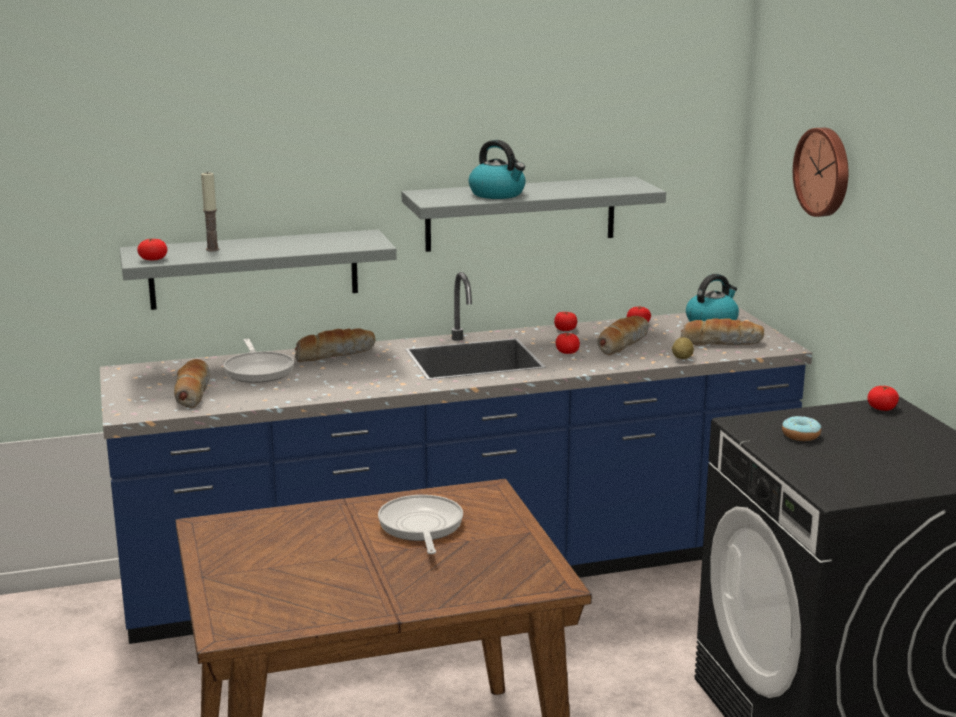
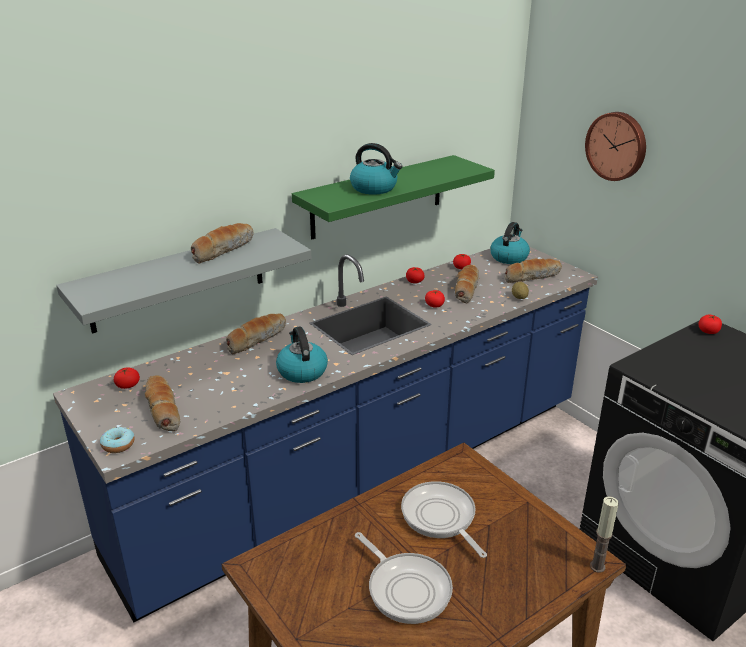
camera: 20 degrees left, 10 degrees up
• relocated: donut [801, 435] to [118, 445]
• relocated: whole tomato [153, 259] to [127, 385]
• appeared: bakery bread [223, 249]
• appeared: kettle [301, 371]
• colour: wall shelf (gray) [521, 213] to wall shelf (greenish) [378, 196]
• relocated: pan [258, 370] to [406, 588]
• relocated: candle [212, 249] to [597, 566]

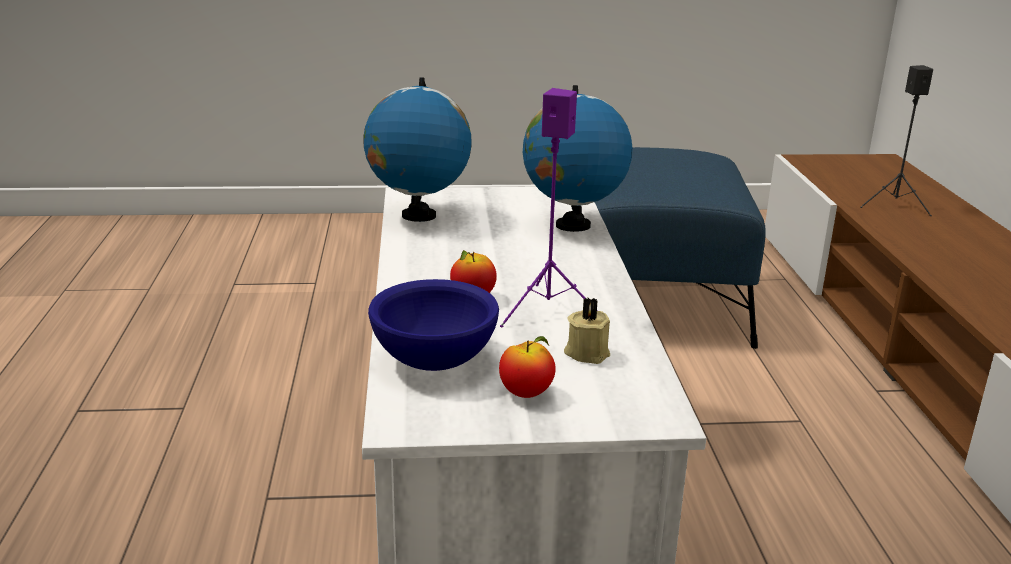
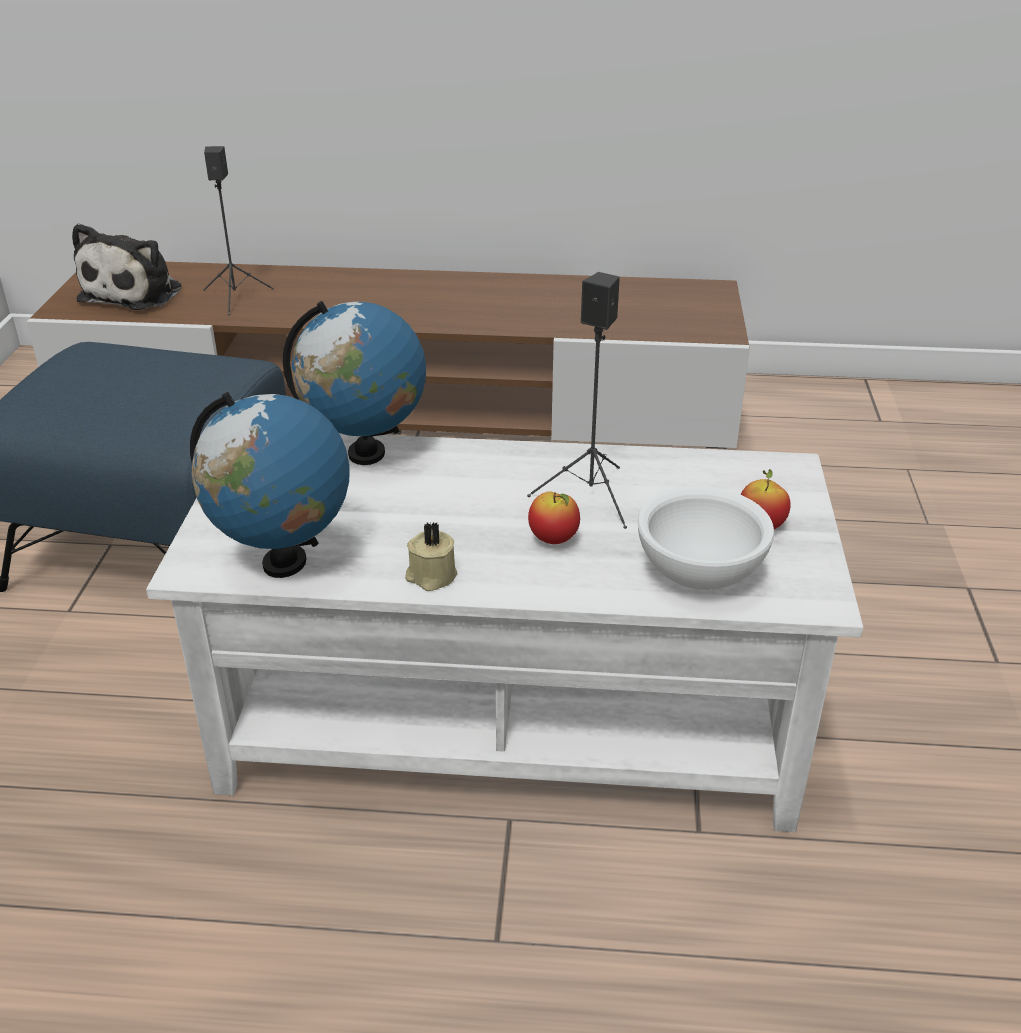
camera: 80 degrees left, 10 degrees up
• appeared: plush toy [135, 292]
• relocated: candle (sand-coloured) [587, 352] to [430, 576]
• colour: audio speaker (purple) [547, 311] to audio speaker (black) [591, 497]
• colour: serving bowl (blue-coloured) [433, 361] to serving bowl (white) [701, 575]

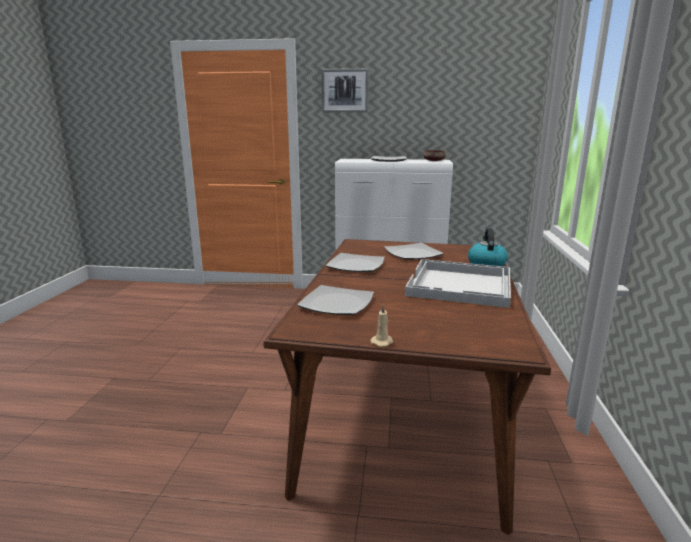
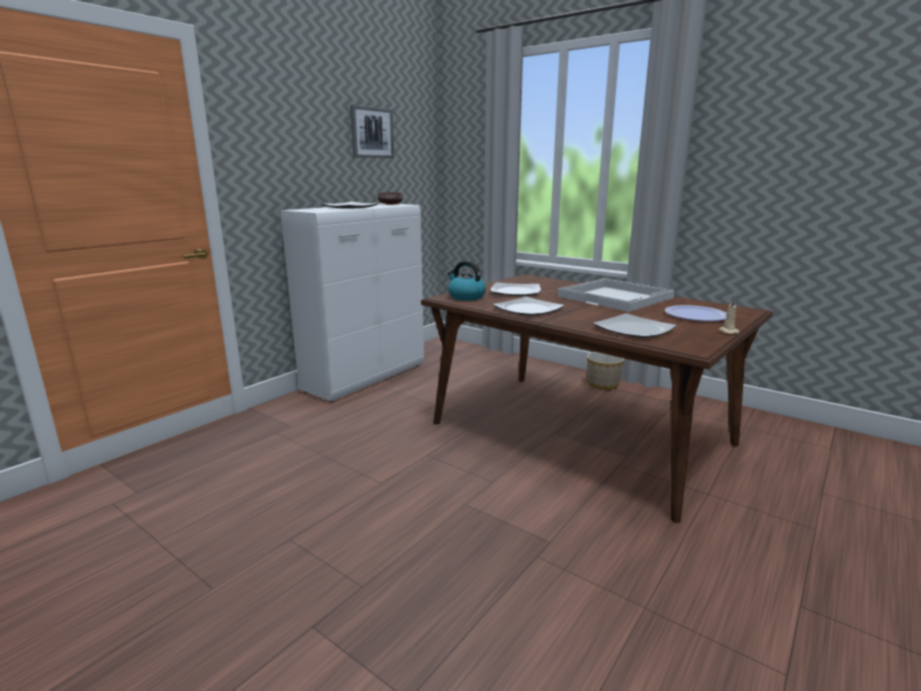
camera: 60 degrees left, 0 degrees up
• relocated: wall picture [345, 90] to [371, 133]
• relocated: kettle [486, 263] to [466, 297]
• appeared: planter [603, 384]
• appeared: plate [696, 315]

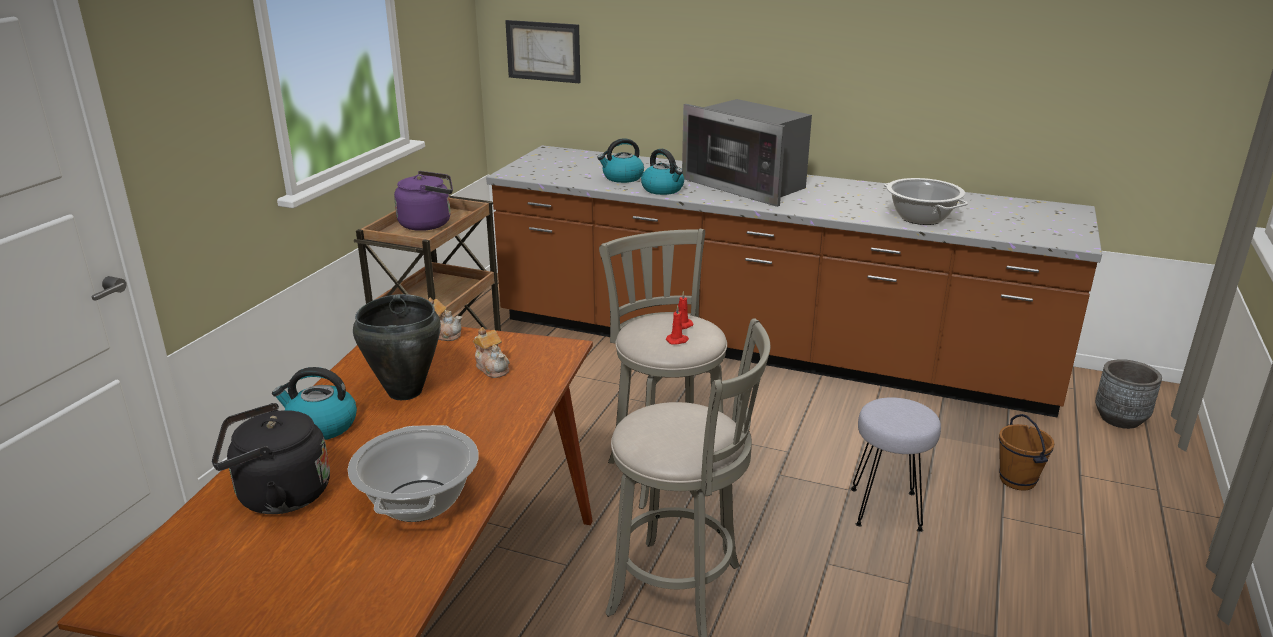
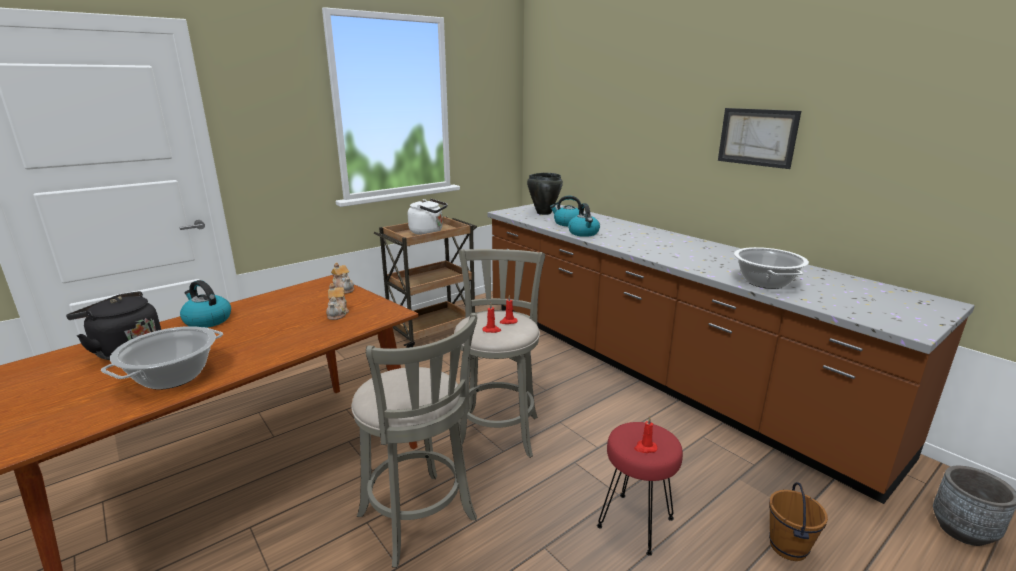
camera: 30 degrees right, 5 degrees down
• colour: kettle (purple) [429, 224] to kettle (white) [428, 232]
• relocated: cooking pot (black) [404, 392] to [543, 213]
• colour: stool seat (gray) [887, 509] to stool seat (reddish) [636, 523]
• appeared: candle (reddish) [645, 448]
• relocated: wall picture [543, 51] to [757, 137]
• missing: kitchen microwave [748, 185]

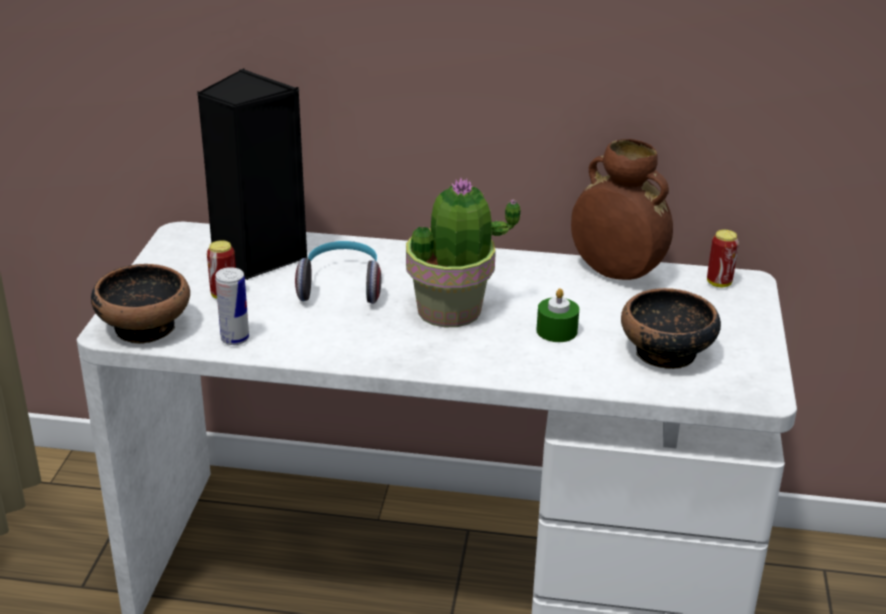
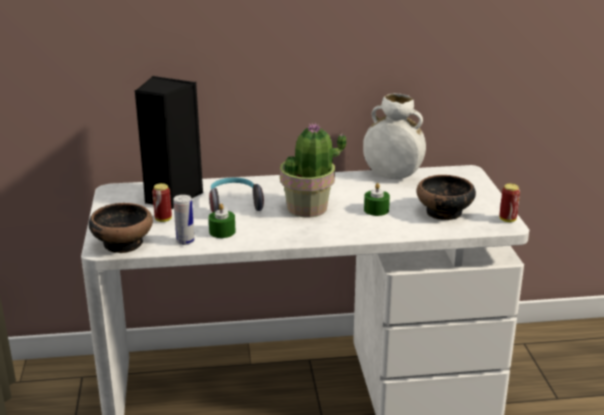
camera: 15 degrees left, 5 degrees down
• appeared: candle (greenish) [222, 231]
• colour: decorative vase (brownish) [615, 273] to decorative vase (white) [392, 176]
• relocated: metal can [719, 283] to [507, 219]

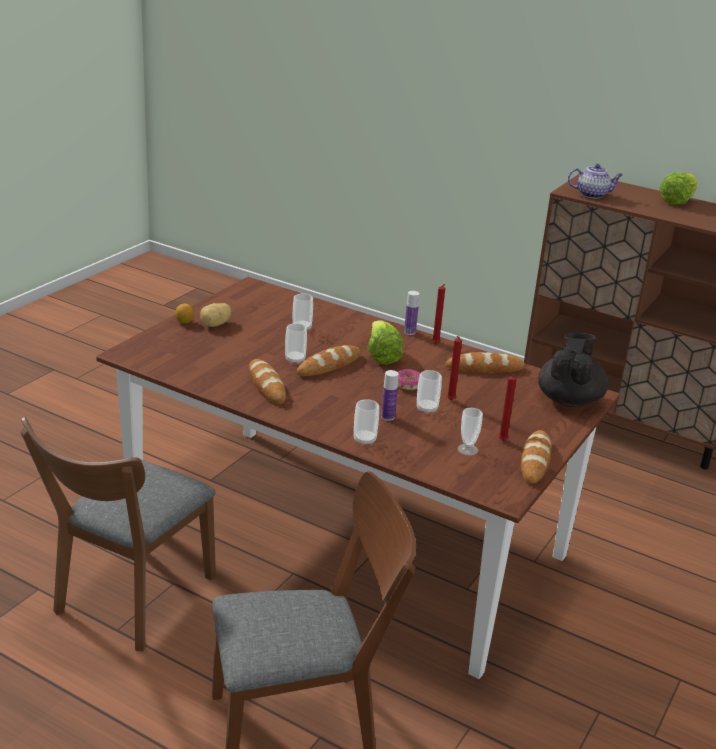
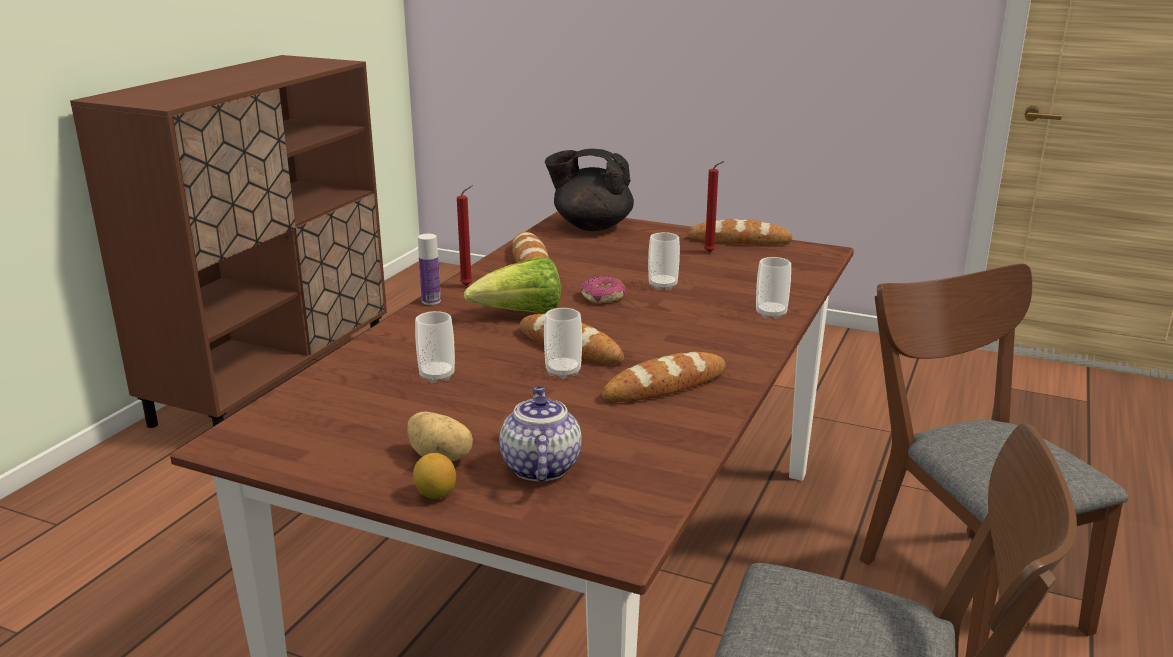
camera: 95 degrees left, 5 degrees down
• relocated: pot for tea [592, 195] to [540, 466]
• missing: bottle [387, 417]
• missing: candle (reddish) [450, 400]
• missing: cup [467, 449]
• missing: lettuce head [677, 201]

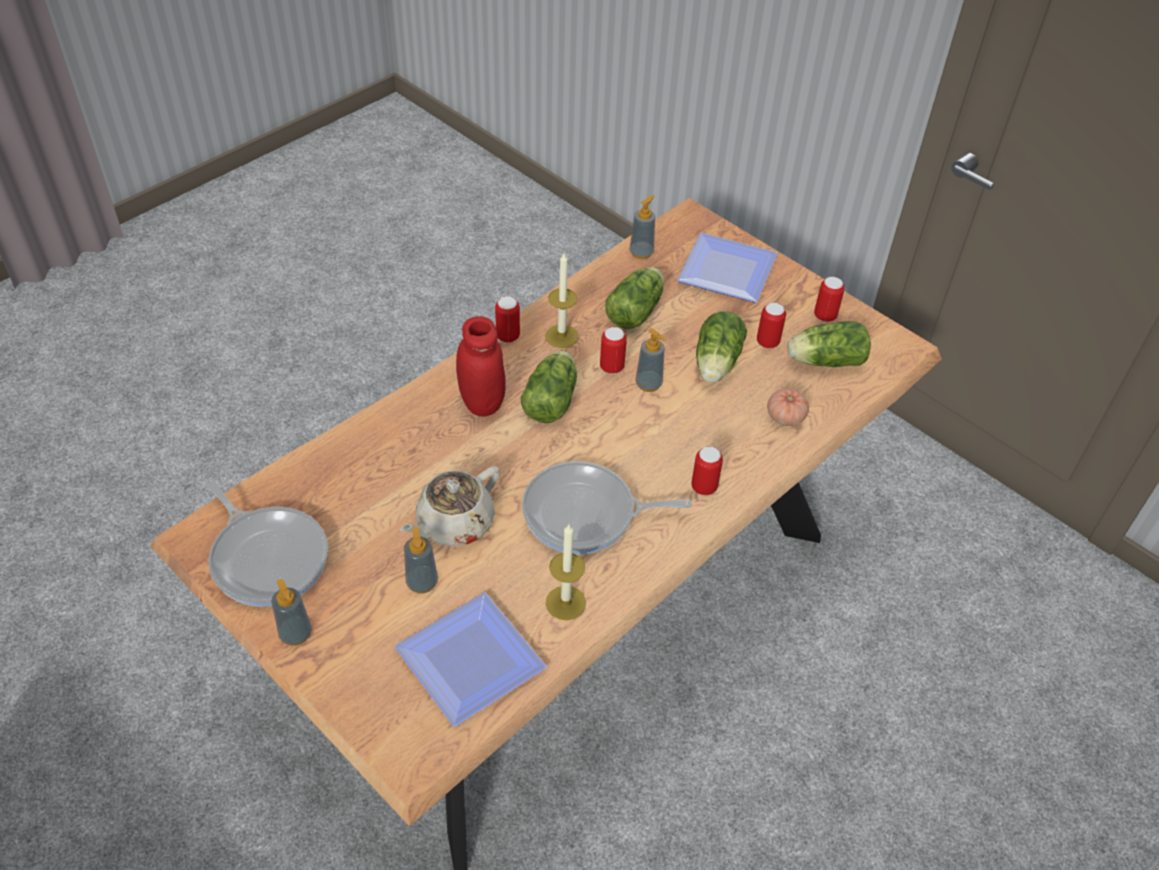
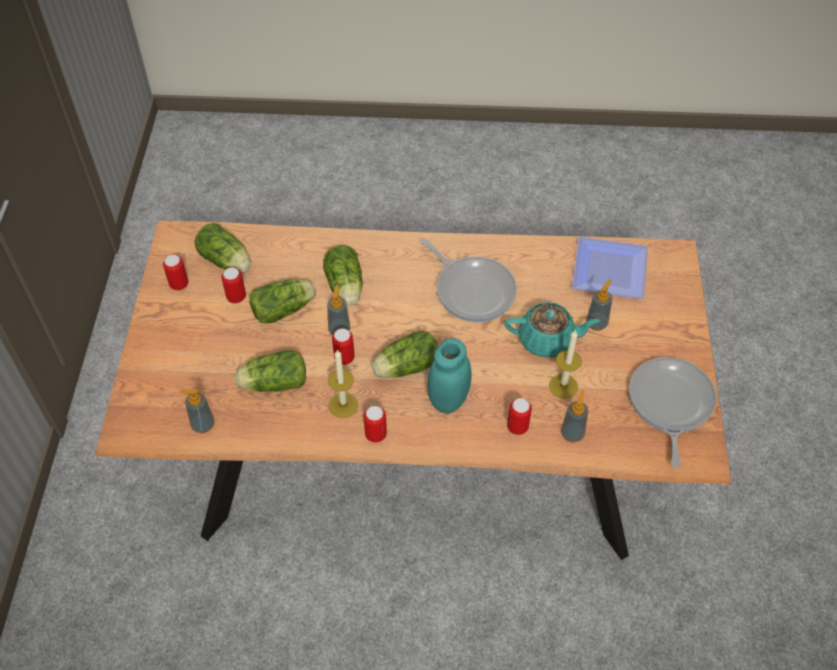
camera: 130 degrees left, 5 degrees up
• appeared: lettuce head [345, 288]
• colour: storage jar (reddish) [482, 402] to storage jar (turquoise-coloured) [448, 400]
• colour: pot for tea (sand-coloured) [454, 524] to pot for tea (turquoise-coloured) [547, 340]
• relocated: metal can [704, 487] to [517, 427]
• relocated: candle [565, 603] to [563, 386]
• relocated: soap bottle [296, 634] to [572, 433]
• missing: plate [725, 269]
• missing: whole tomato [785, 417]

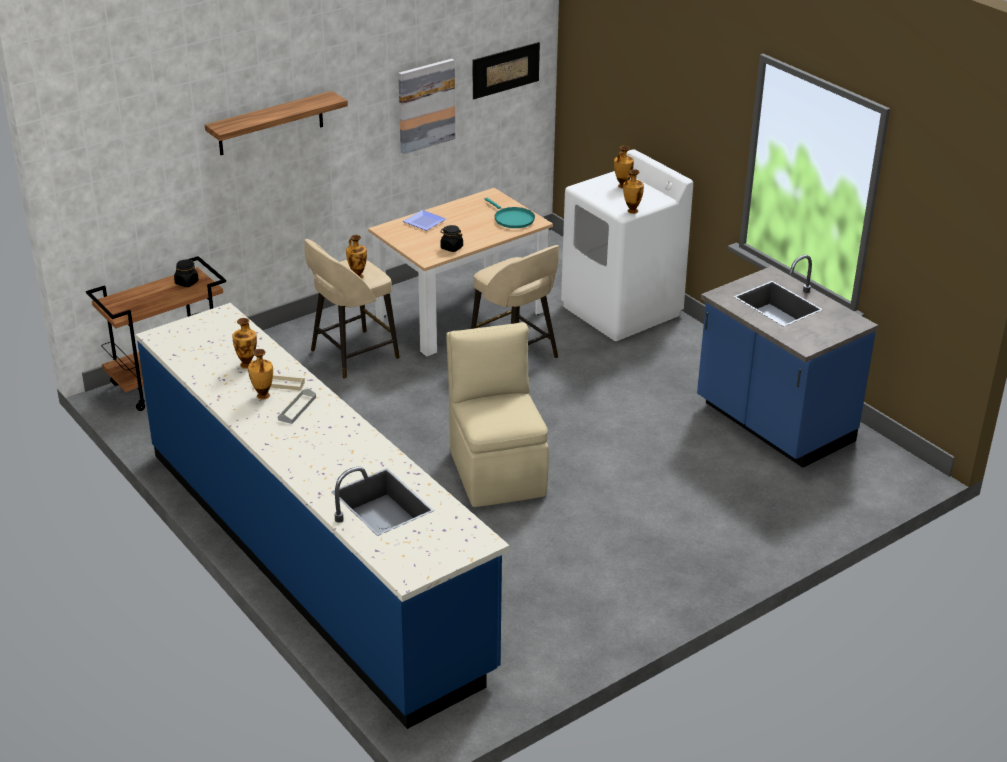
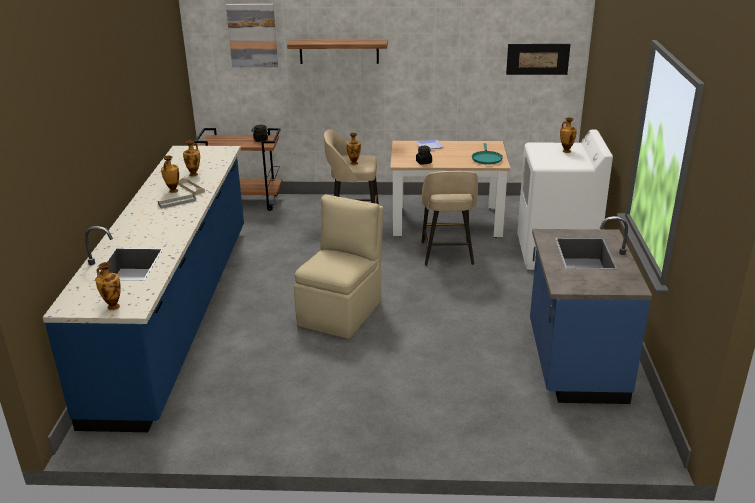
camera: 40 degrees right, 5 degrees down
• relocated: decorative vase [631, 211] to [113, 306]
• relocated: wall picture [426, 105] to [252, 35]

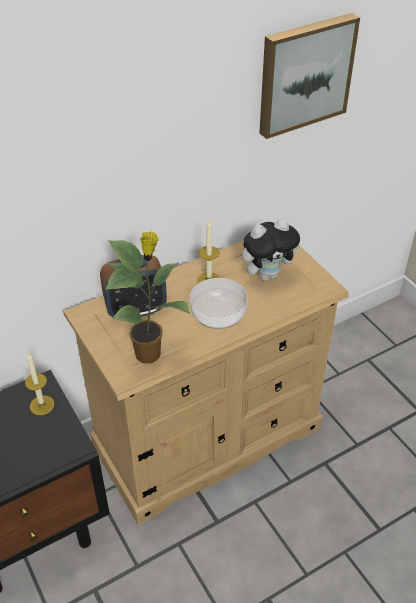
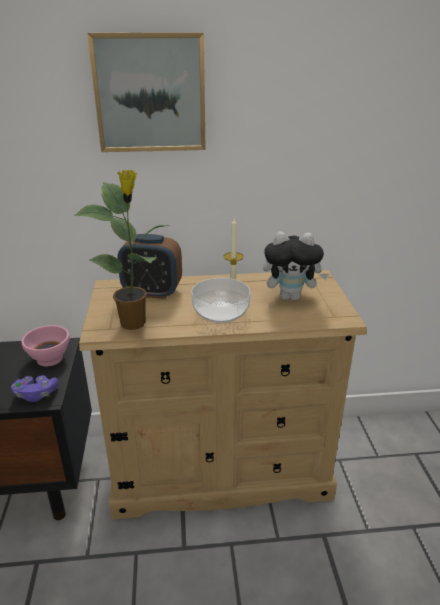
camera: 25 degrees right, 15 degrees down
• appeared: joypad (purple) [36, 395]
• exchanged: candle [42, 405] to serving bowl (pinkish) [50, 358]
• relocated: wall picture [304, 74] to [150, 93]

